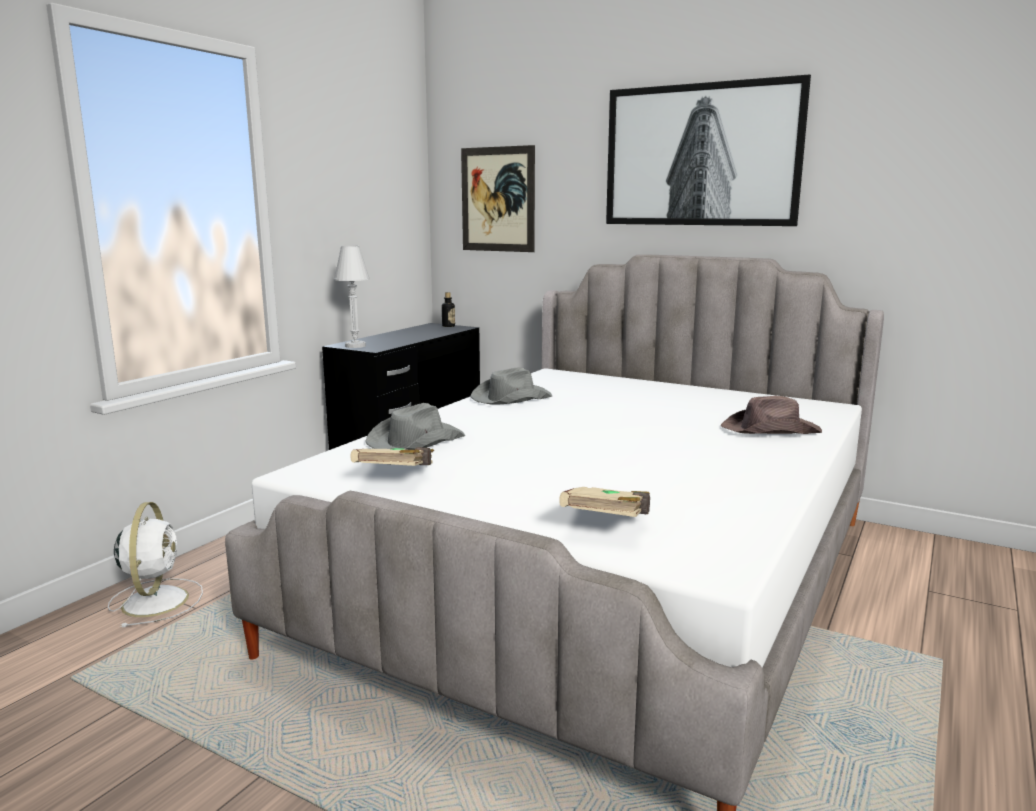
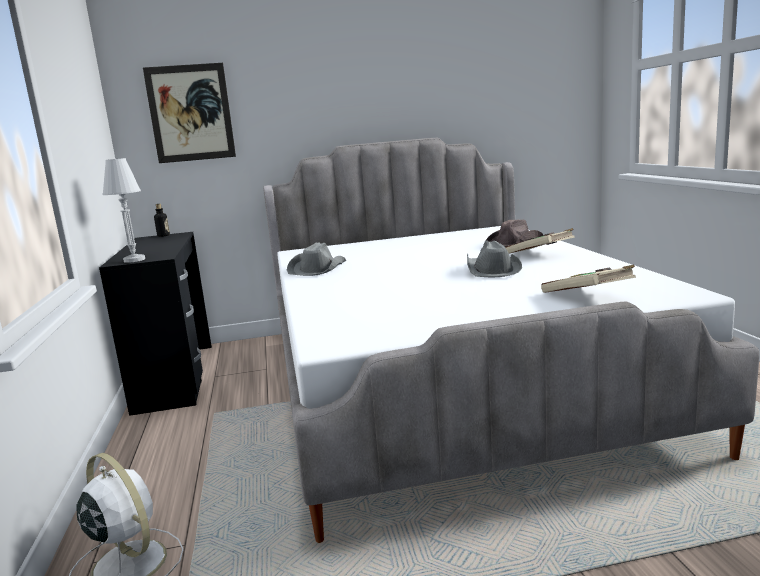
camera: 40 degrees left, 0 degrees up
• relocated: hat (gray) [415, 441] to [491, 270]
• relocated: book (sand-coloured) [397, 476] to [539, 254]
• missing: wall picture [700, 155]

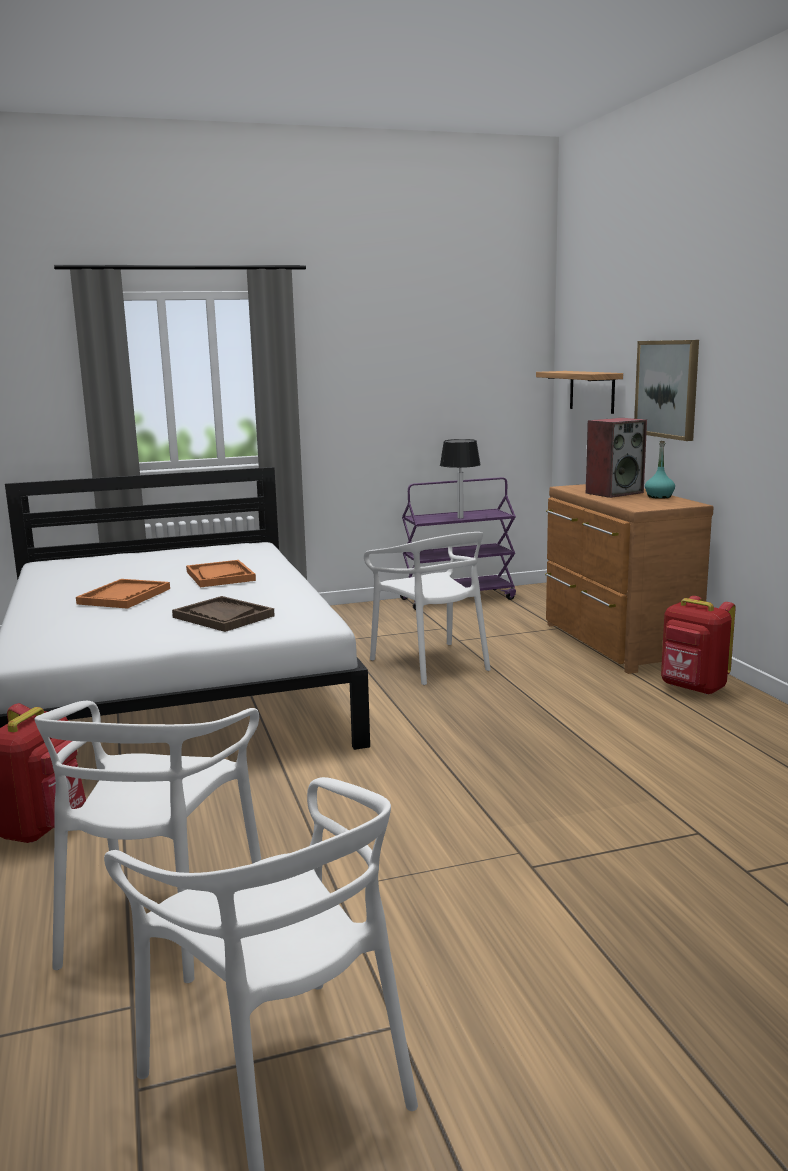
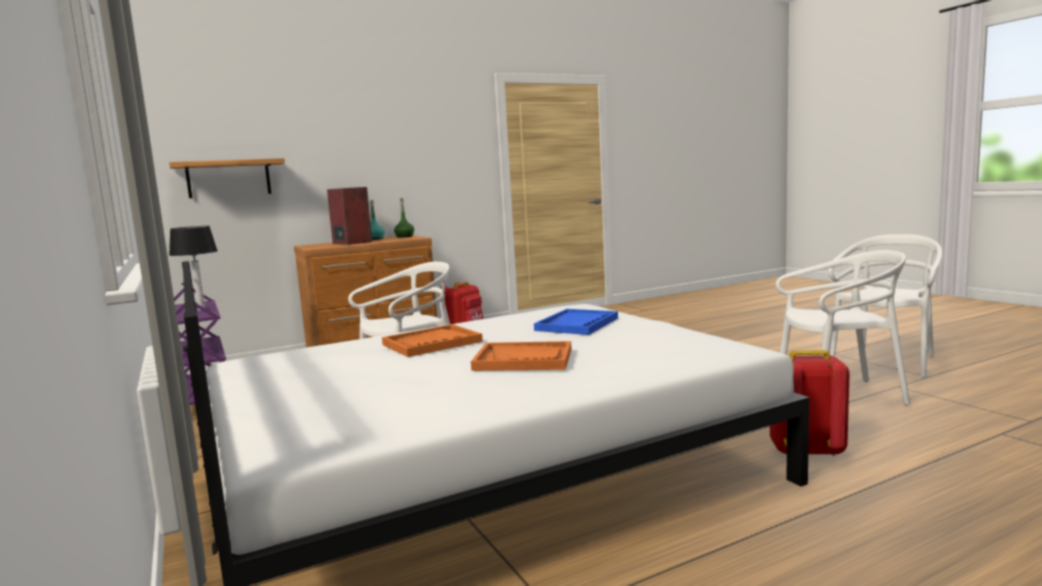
camera: 100 degrees left, 5 degrees down
• appeared: bottle (greenish) [404, 236]
• colour: tray (brownish) [223, 616] to tray (blue-coloured) [577, 324]
• missing: wall picture [667, 389]

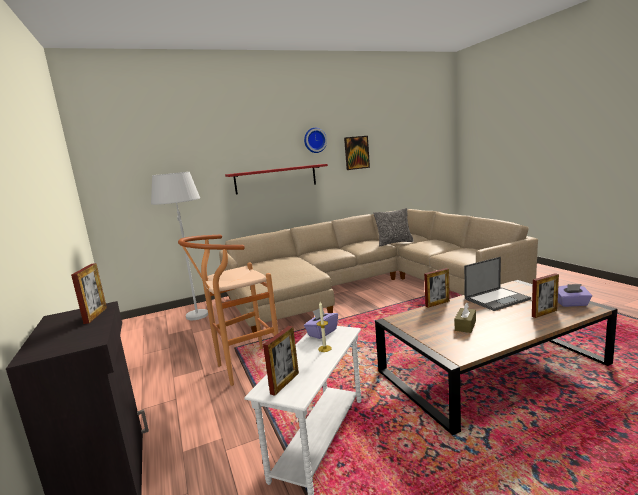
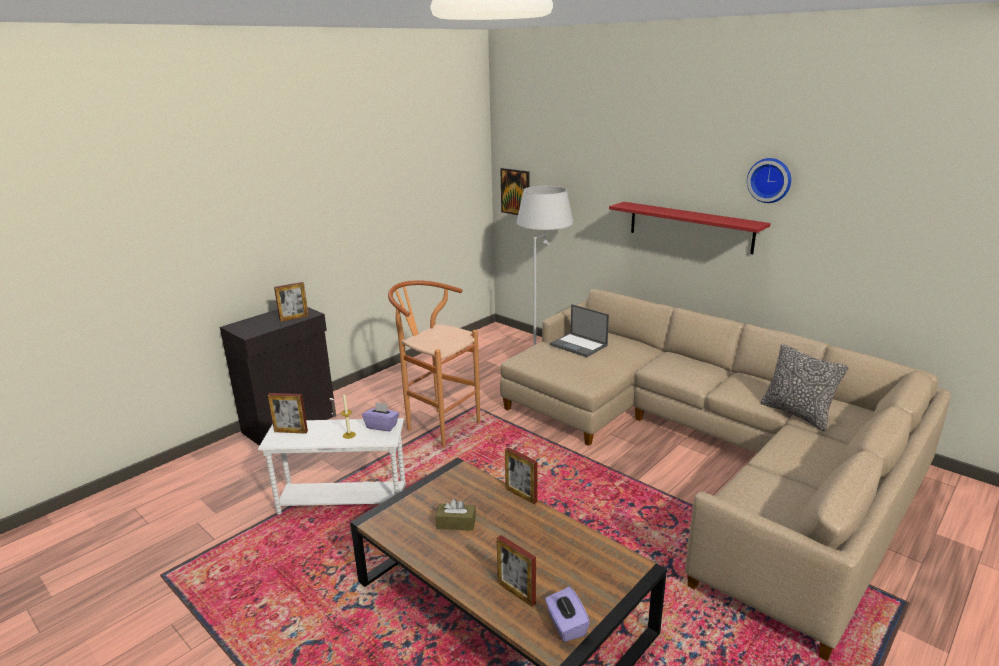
camera: 65 degrees right, 10 degrees up
• relocated: wall picture [356, 152] to [515, 192]
• relocated: notebook computer [497, 299] to [579, 345]

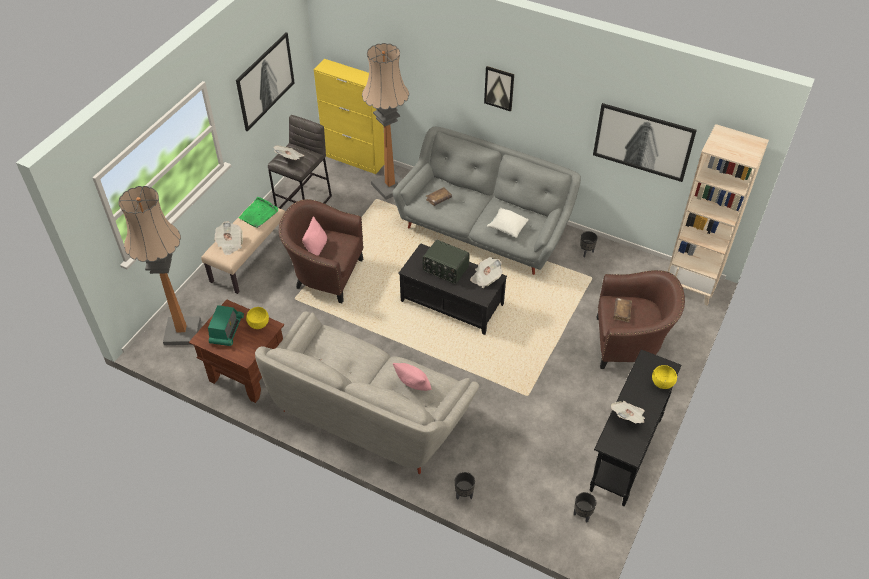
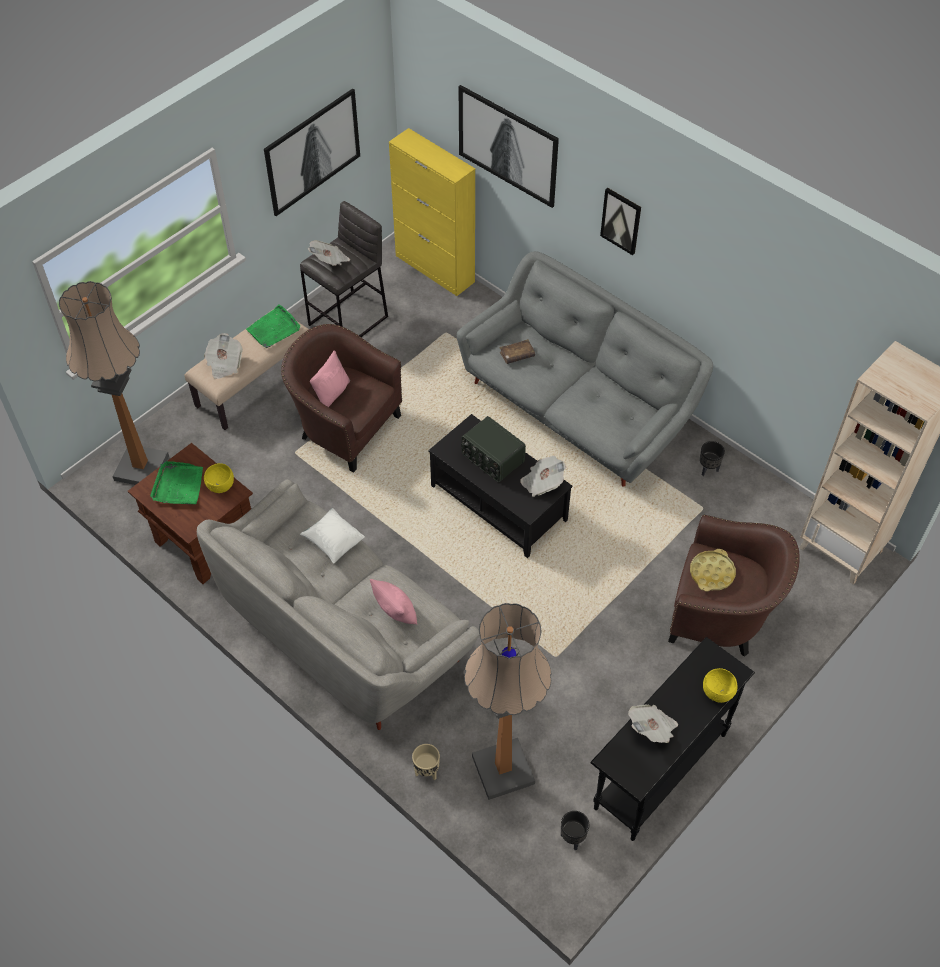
camera: 15 degrees right, 5 degrees up
• exchanged: radio [226, 330] to tray (greenish) [178, 486]
• relocated: pillow (white) [507, 228] to [333, 542]
• colour: planter (black) [463, 494] to planter (sand-coloured) [426, 771]
• relocated: wall picture [643, 141] to [508, 145]
• relocated: standing lamp [390, 187] to [503, 770]
• exchanged: book (brownish) [622, 312] to tray (yellowish) [712, 573]

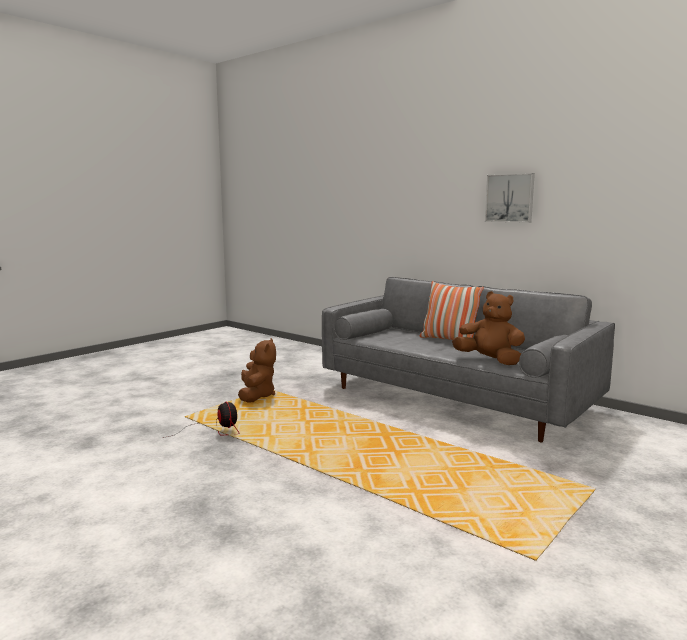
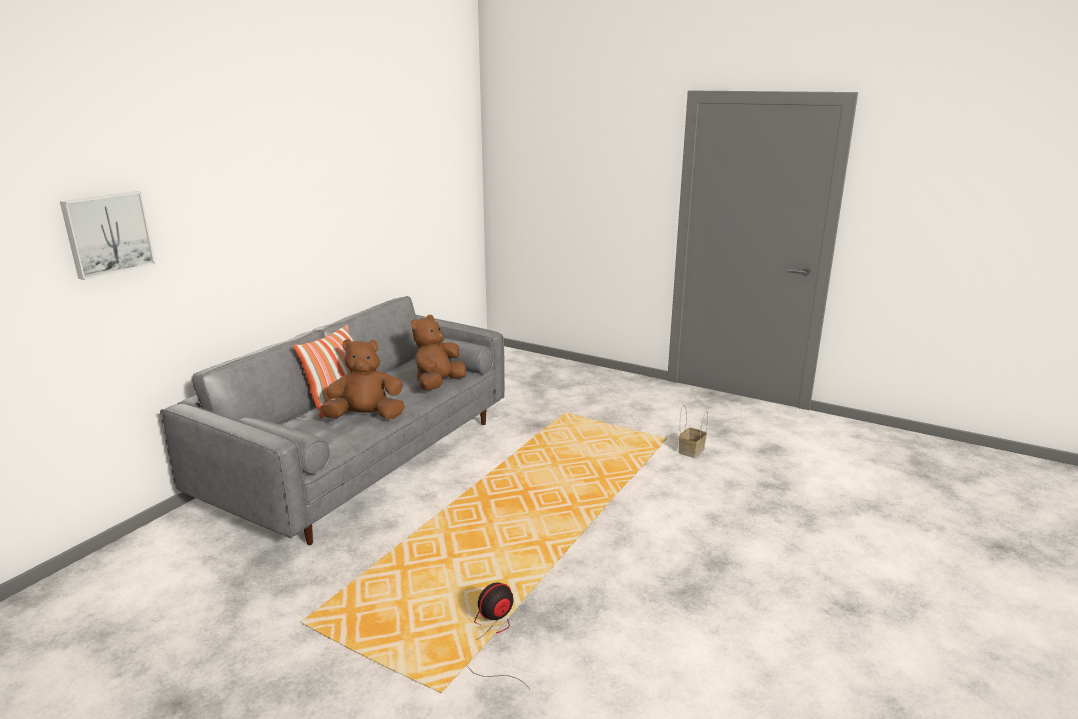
camera: 100 degrees left, 10 degrees up
• relocated: wall picture [510, 198] to [107, 234]
• relocated: plush toy (brownish) [256, 396] to [366, 417]
• appeared: storage basket [691, 450]

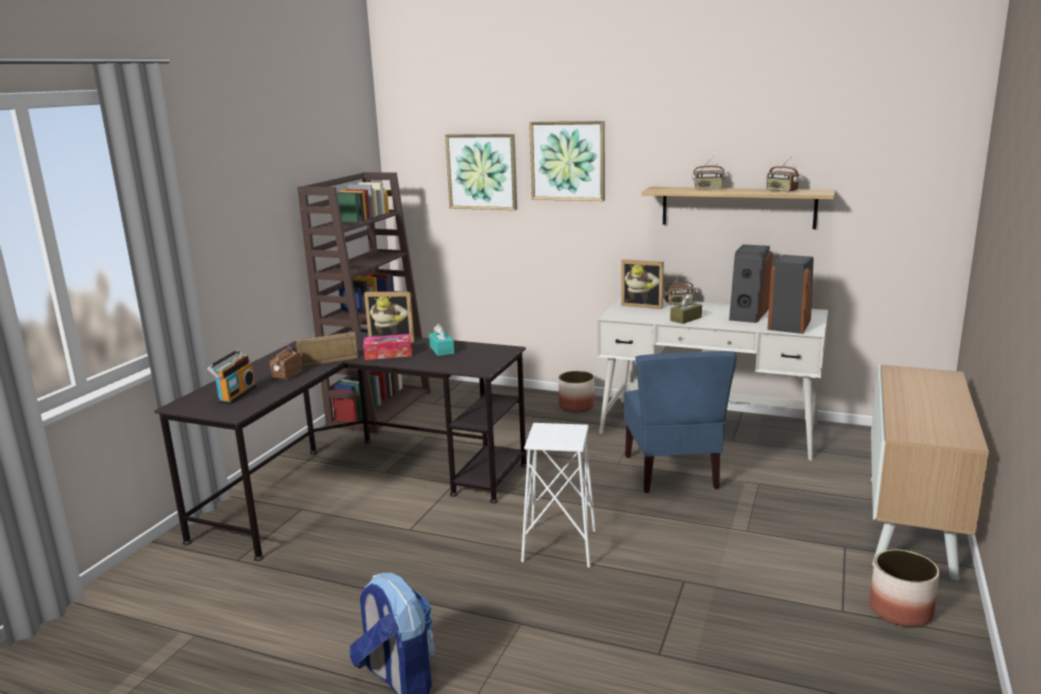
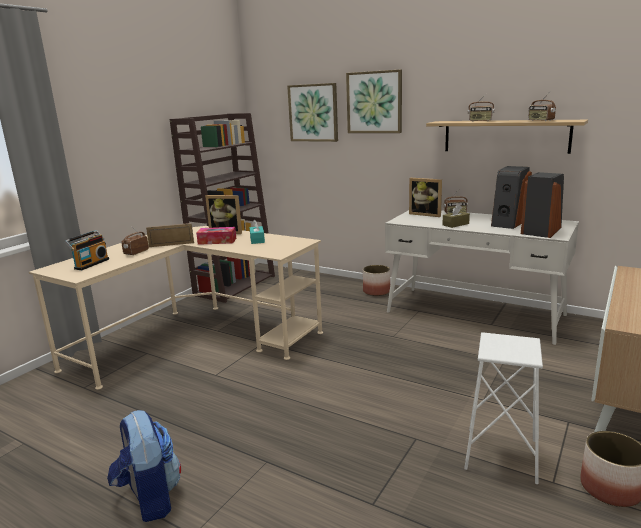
camera: 10 degrees right, 0 degrees up
• colour: desk unit (black) [359, 484] to desk unit (sand-coloured) [195, 338]
• relocated: stool seat (white) [559, 546] to [501, 455]
• missing: upright chair (blue-coloured) [672, 472]

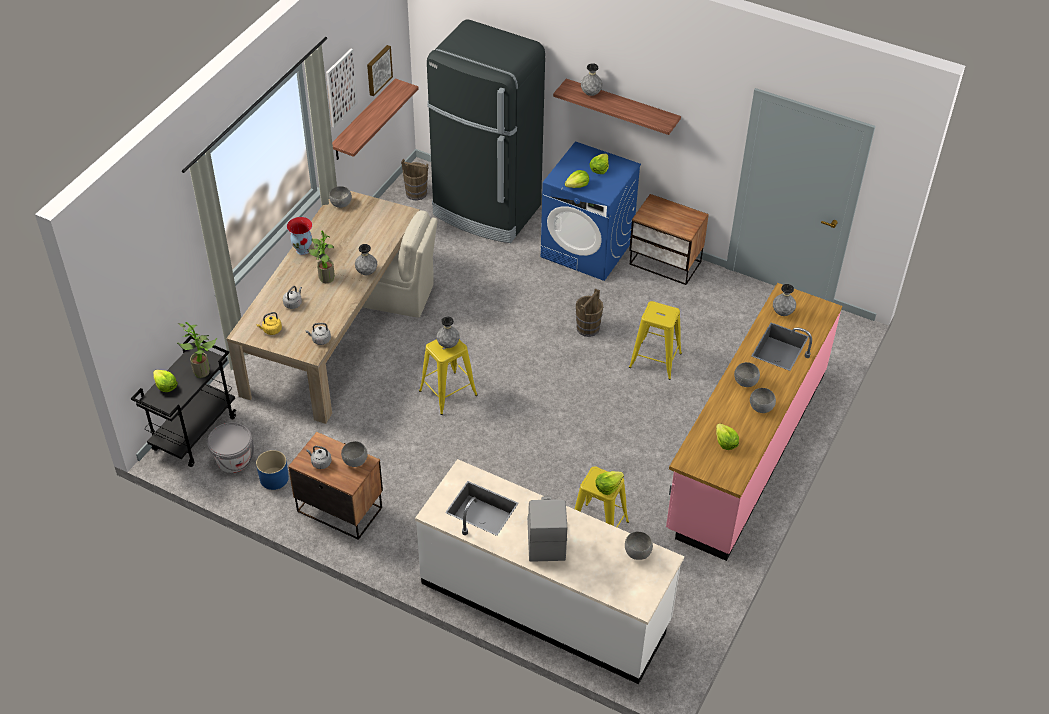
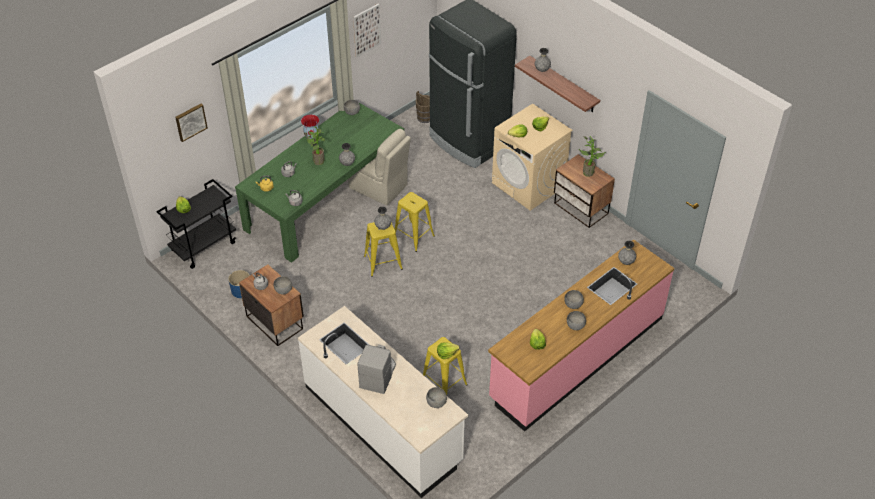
camera: 20 degrees right, 0 degrees up
• relocated: wall picture [378, 70] to [190, 121]
• colour: dinner table (sand-coloured) [334, 329] to dinner table (greenish) [326, 200]
• relocated: stool seat (yellowish) [655, 360] to [413, 236]
• colour: washing machine (blue-coloured) [587, 249] to washing machine (sand-coloured) [528, 185]
• relocated: plant in a pot [203, 370] to [589, 172]
• missing: bucket (gray) [234, 460]
• missing: wall shelf [363, 120]
• missing: bucket (brownish) [588, 328]

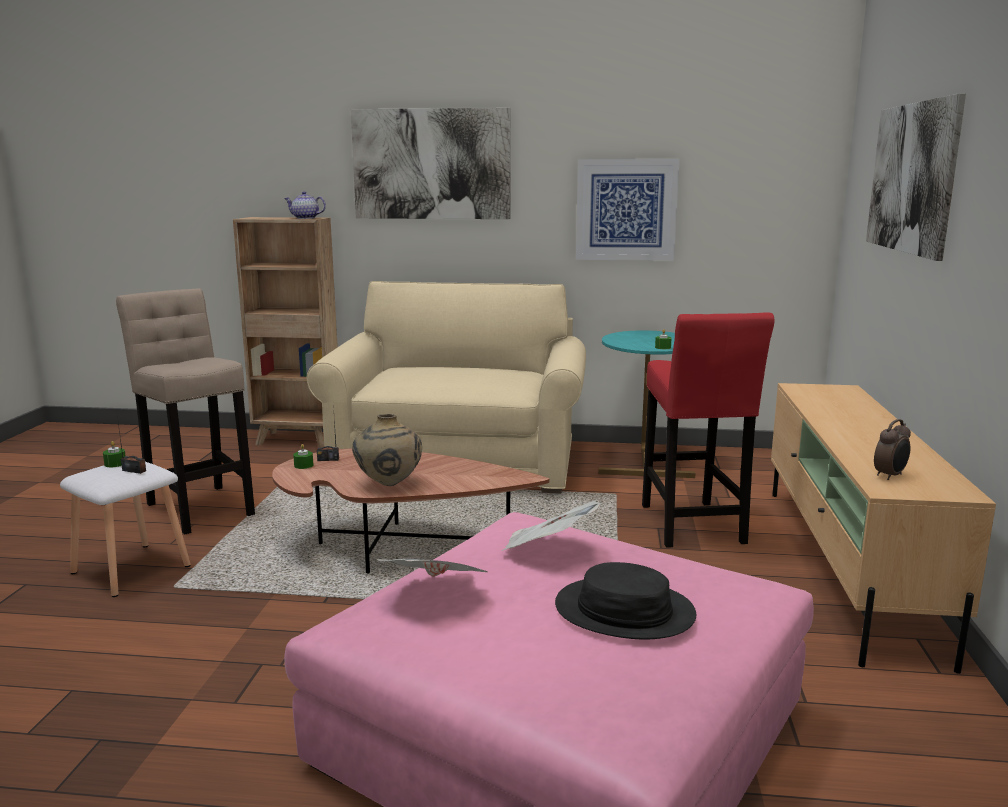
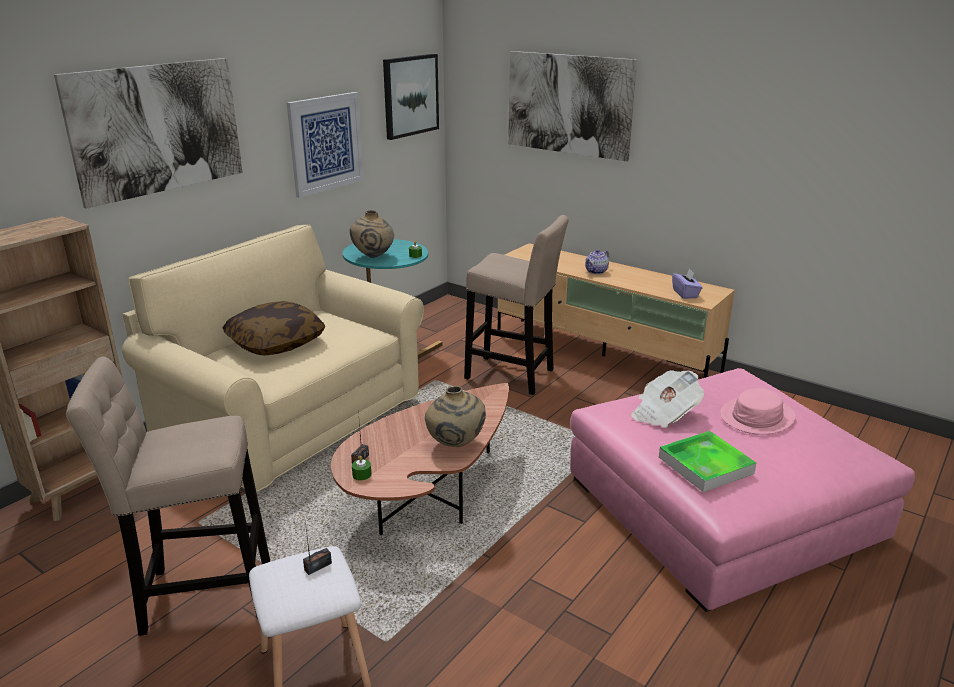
camera: 60 degrees left, 10 degrees up
• appeared: pillow [276, 343]
• appeared: decorative vase (sand-coloured) [373, 257]
• appeared: wall picture [410, 95]
• colour: stool seat (reddish) [692, 527] to stool seat (sand-coloured) [514, 376]
• relocated: pot for tea [305, 218] to [596, 272]
• exchanged: printed paper [436, 593] to tray [705, 465]
• exchanged: table clock [890, 476] to tissue box (purple) [685, 294]
• colour: hat (black) [624, 611] to hat (pinkish) [757, 417]
• missing: candle (greenish) [115, 464]

